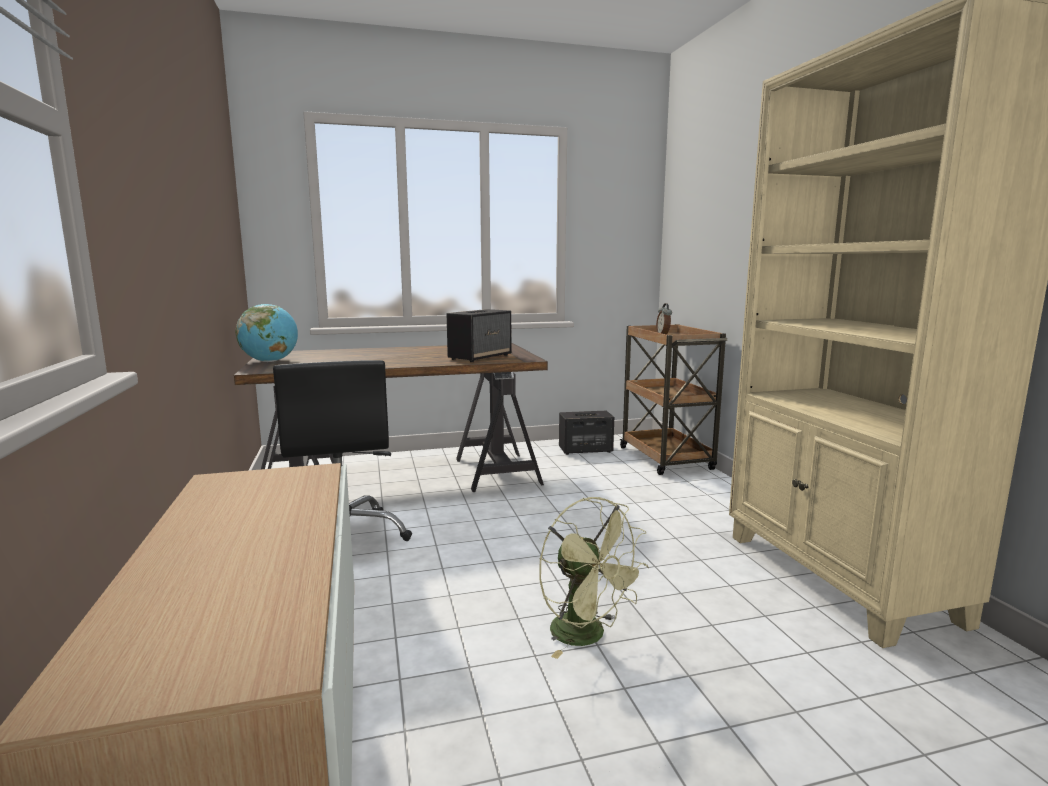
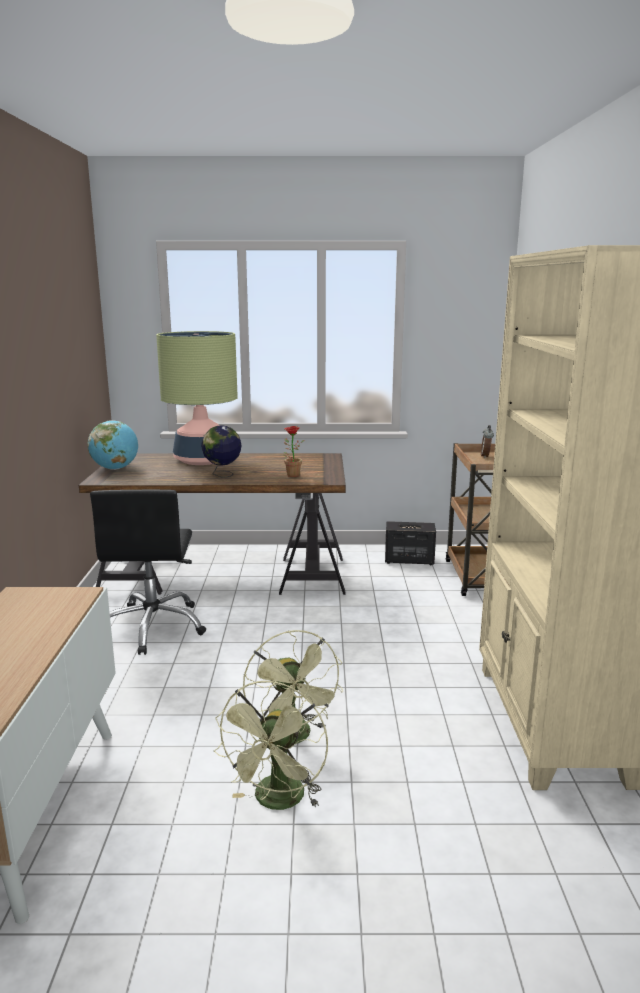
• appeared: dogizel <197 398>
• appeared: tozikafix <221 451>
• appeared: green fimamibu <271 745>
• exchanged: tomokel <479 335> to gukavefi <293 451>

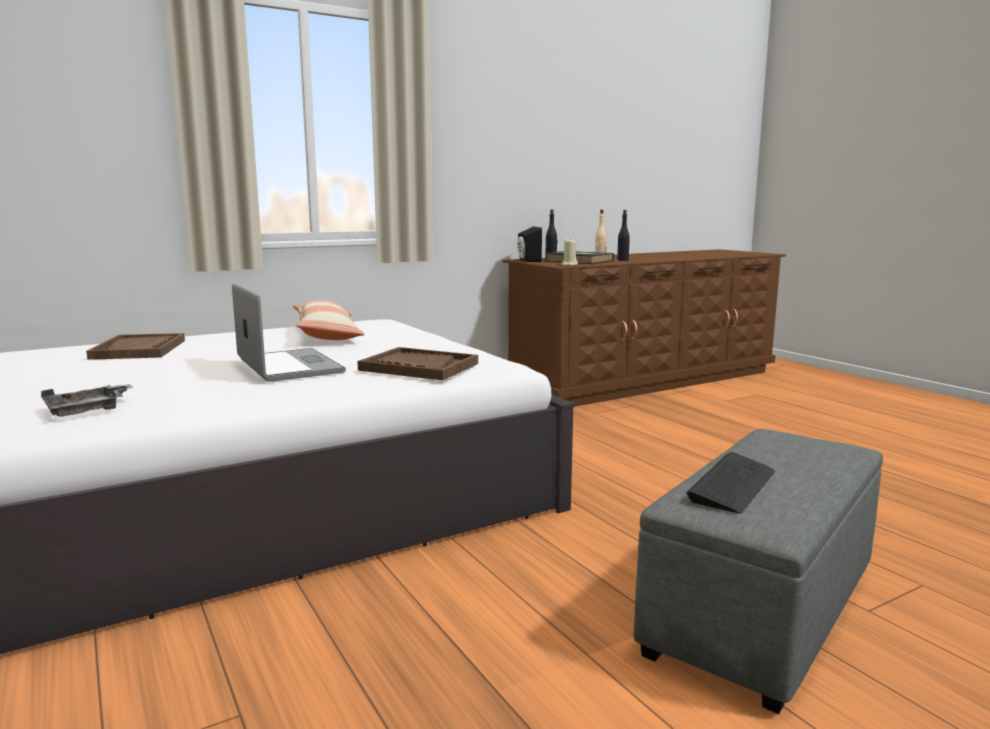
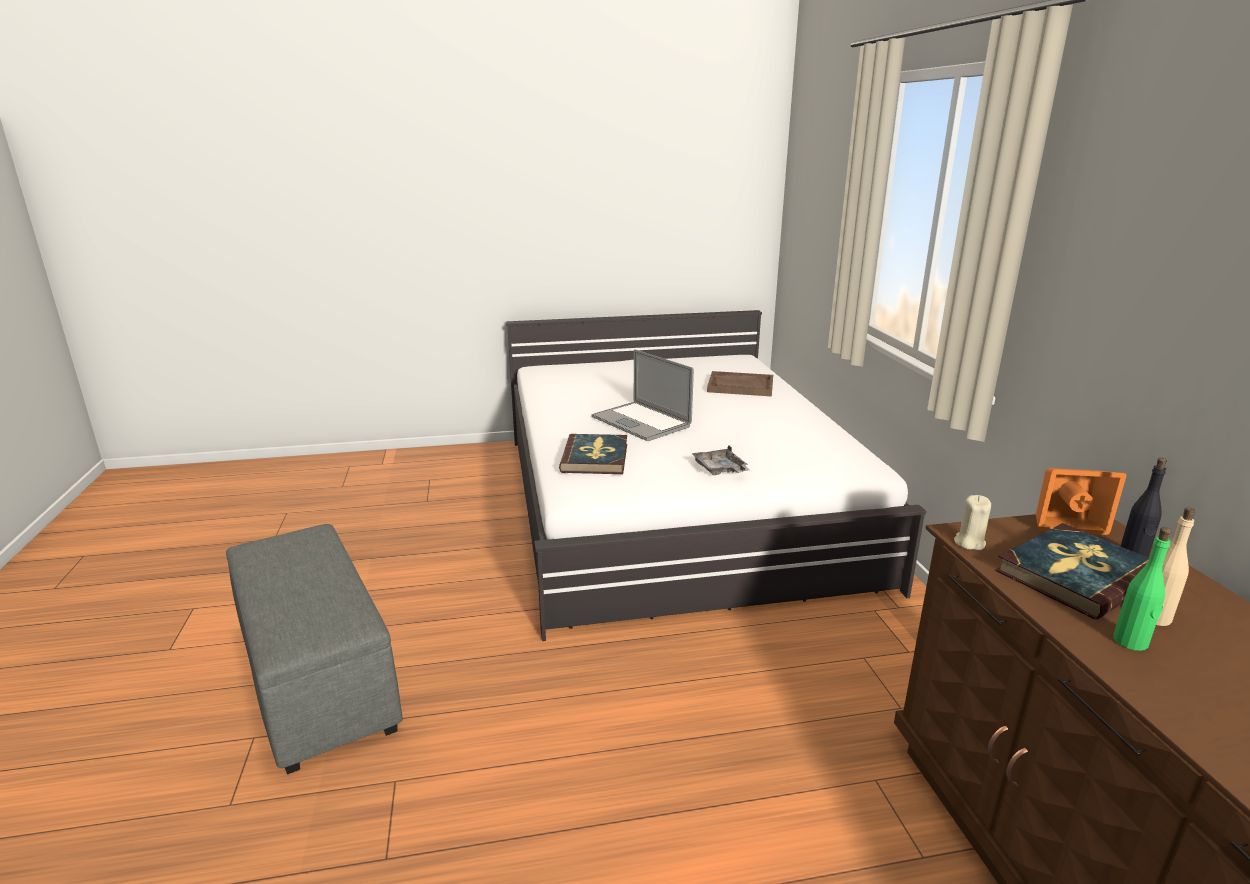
• exchanged: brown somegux <418 363> to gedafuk <593 454>
• spun: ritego <289 332> = <642 395> 60 degrees clockwise
• relocated: grey somegux <87 400> to <720 460>
• colour: black tomokel <529 244> to orange tomokel <1081 501>
• colour: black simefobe <623 235> to green simefobe <1142 589>
• missing: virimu <329 320>
• missing: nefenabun <730 483>

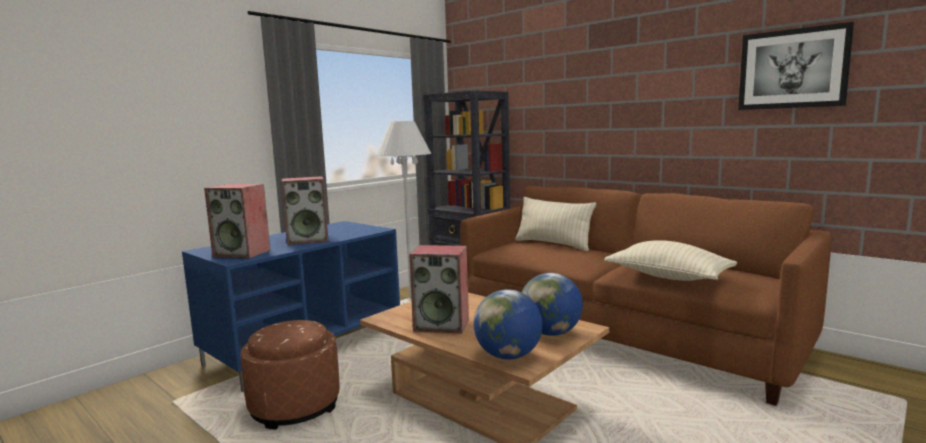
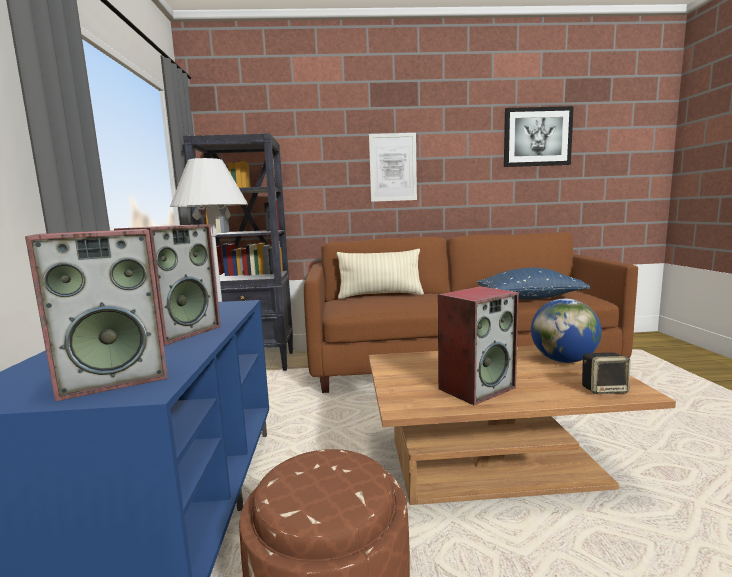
• appeared: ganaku <393 167>
• colour: beige virimu <670 260> to blue virimu <533 283>
• exchanged: tozikafix <508 324> to tomokel <606 373>

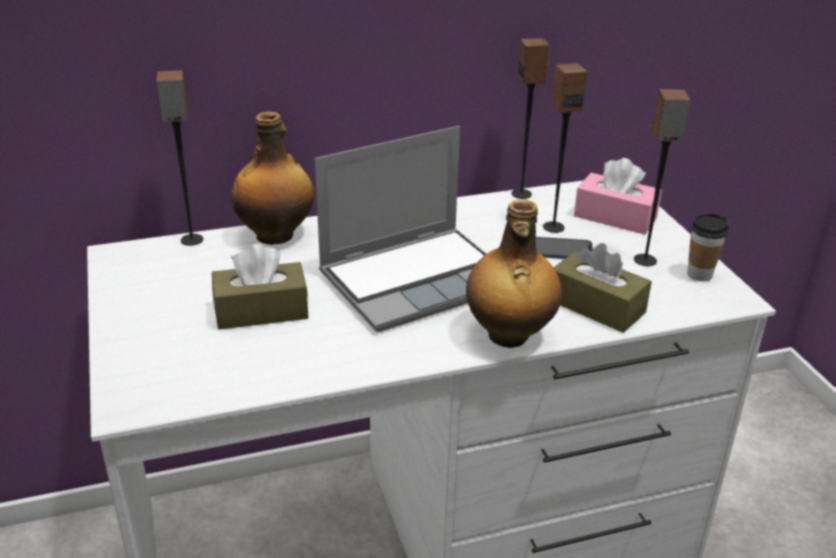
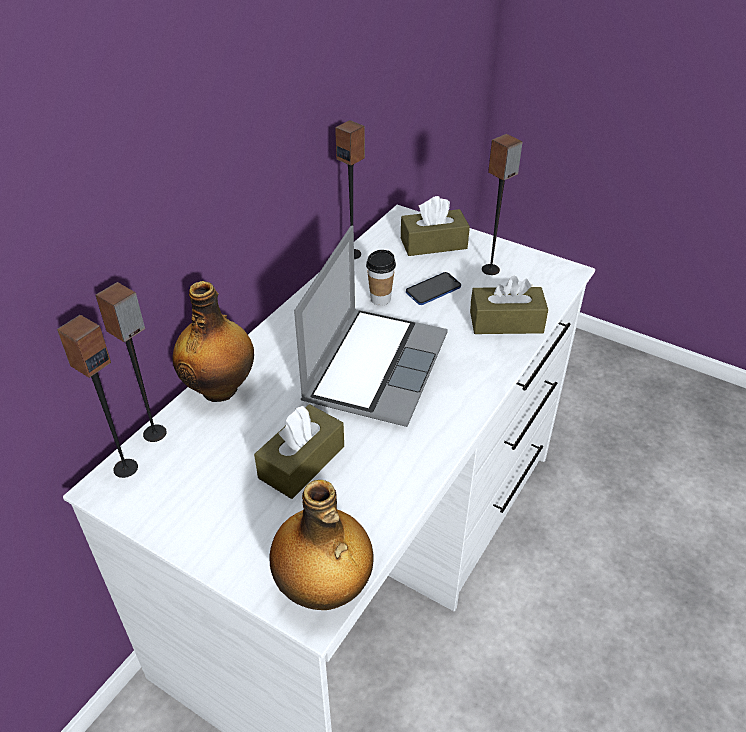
• relocated: tomokel <565 148> to <97 396>
• relocated: simefobe <514 274> to <322 545>
• relocated: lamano <708 247> to <381 278>
• colour: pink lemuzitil <618 196> to brown lemuzitil <435 226>

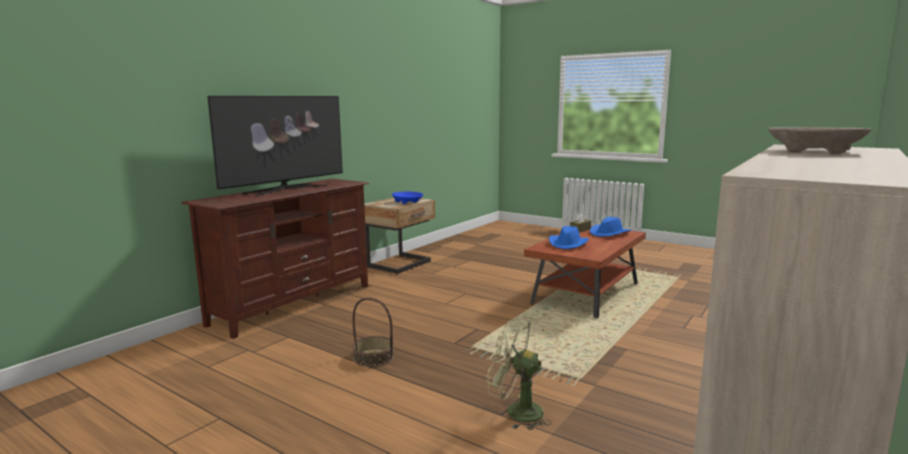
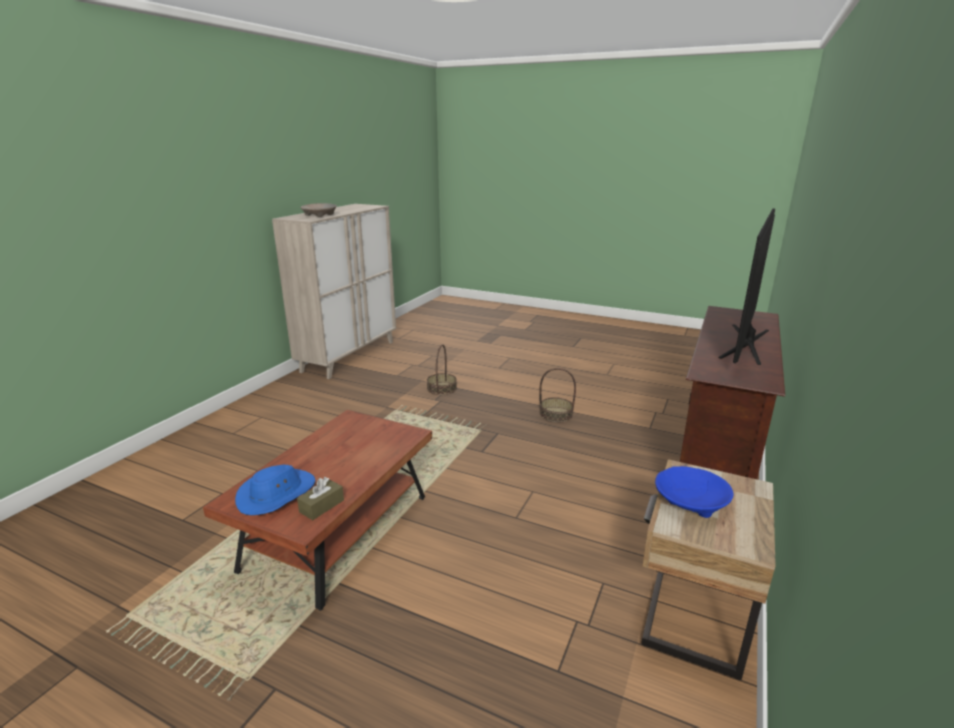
• exchanged: green fimamibu <519 374> to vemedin <442 369>
• missing: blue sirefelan <569 237>

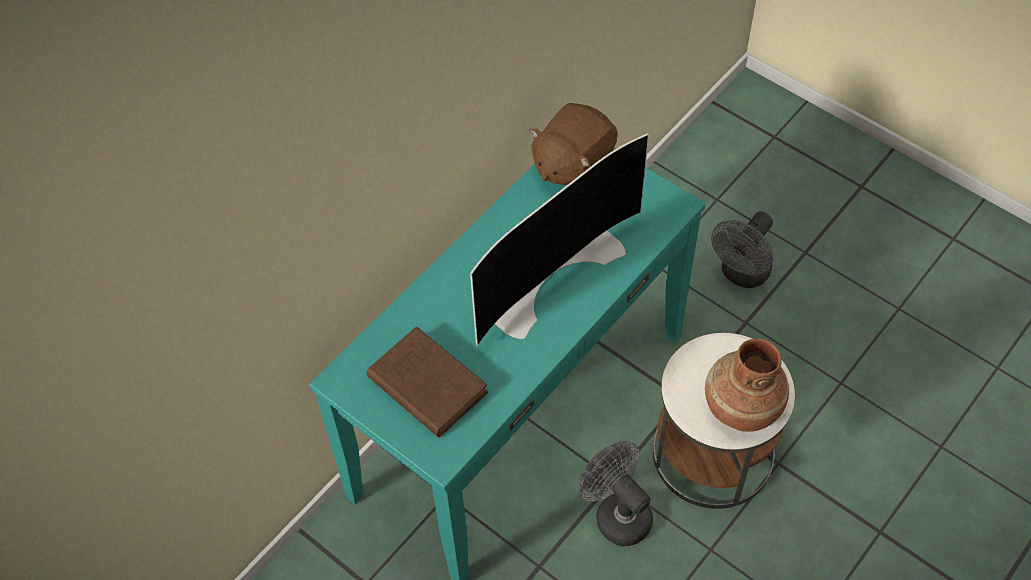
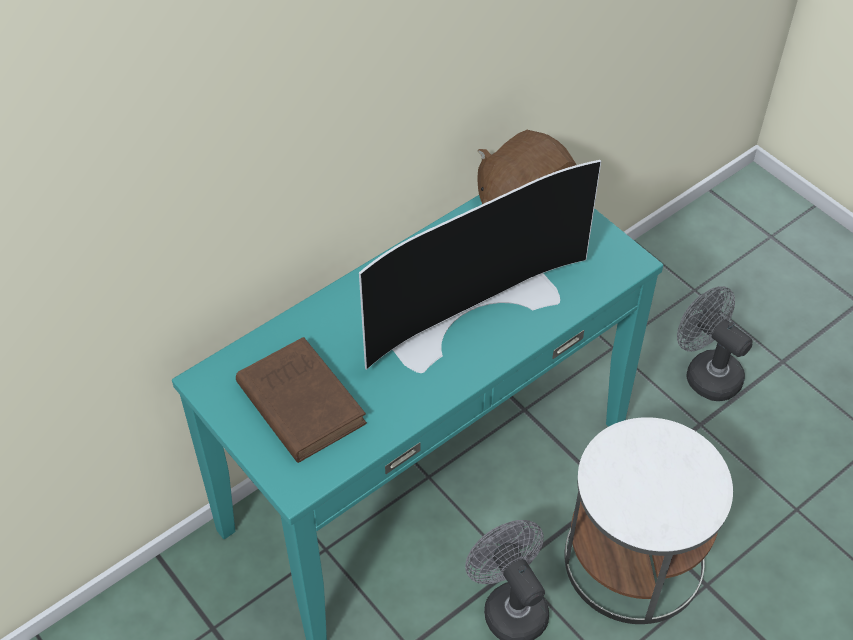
• spun: grey fimamibu <742 249> = <715 343> 90 degrees clockwise
• missing: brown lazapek <747 385>

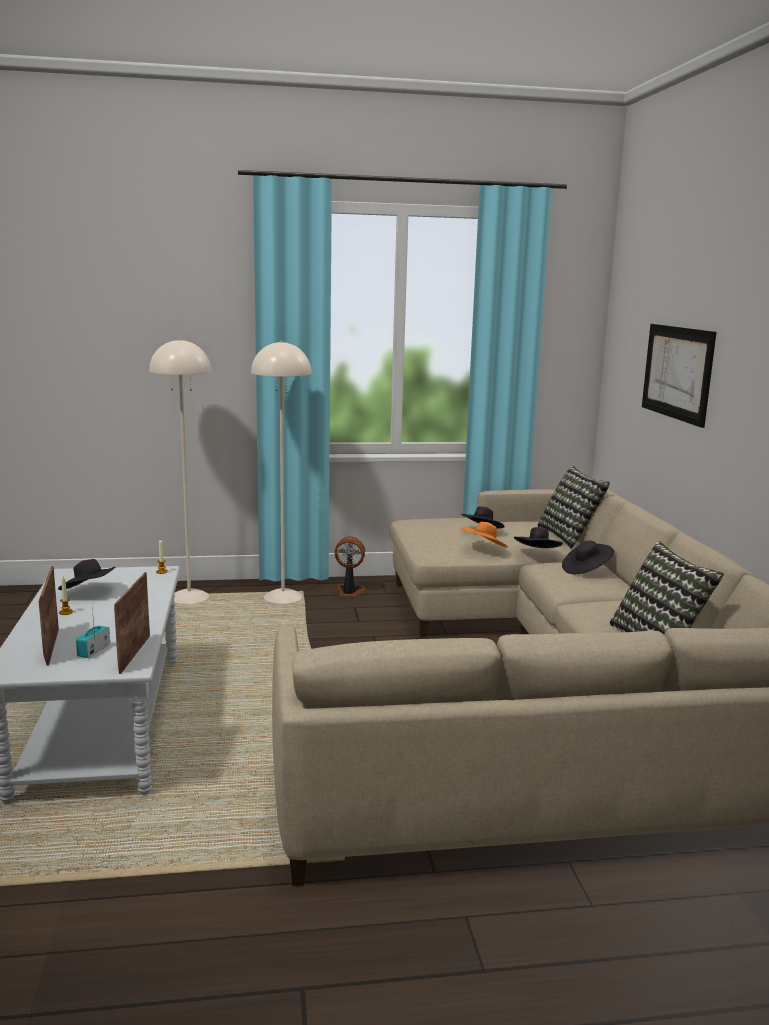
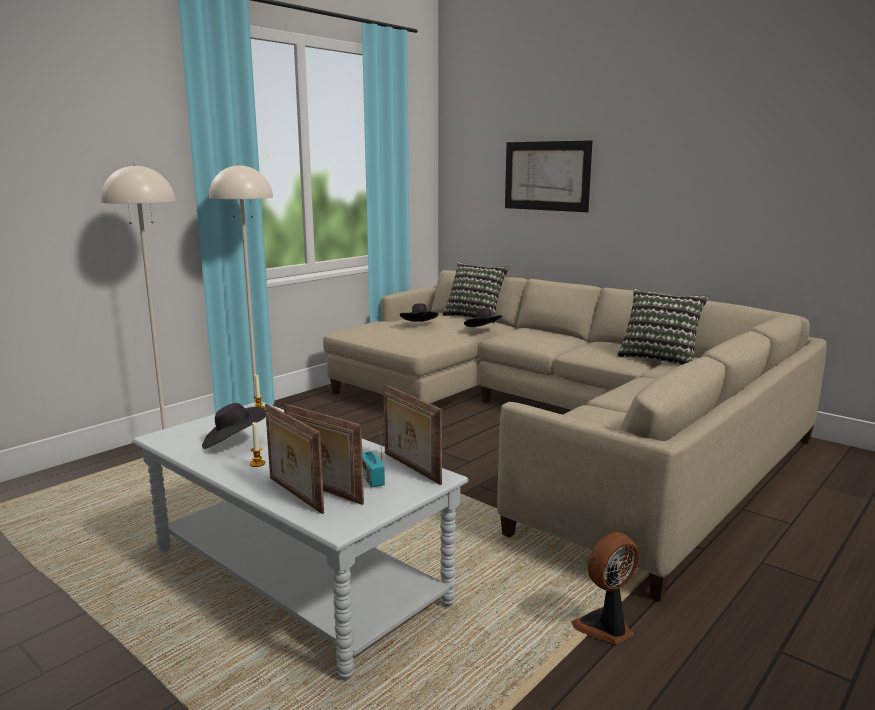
• appeared: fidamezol <294 459>
• relocated: fimamibu <351 567> to <605 588>
• missing: orange sirefelan <485 534>
• missing: black sirefelan <588 557>

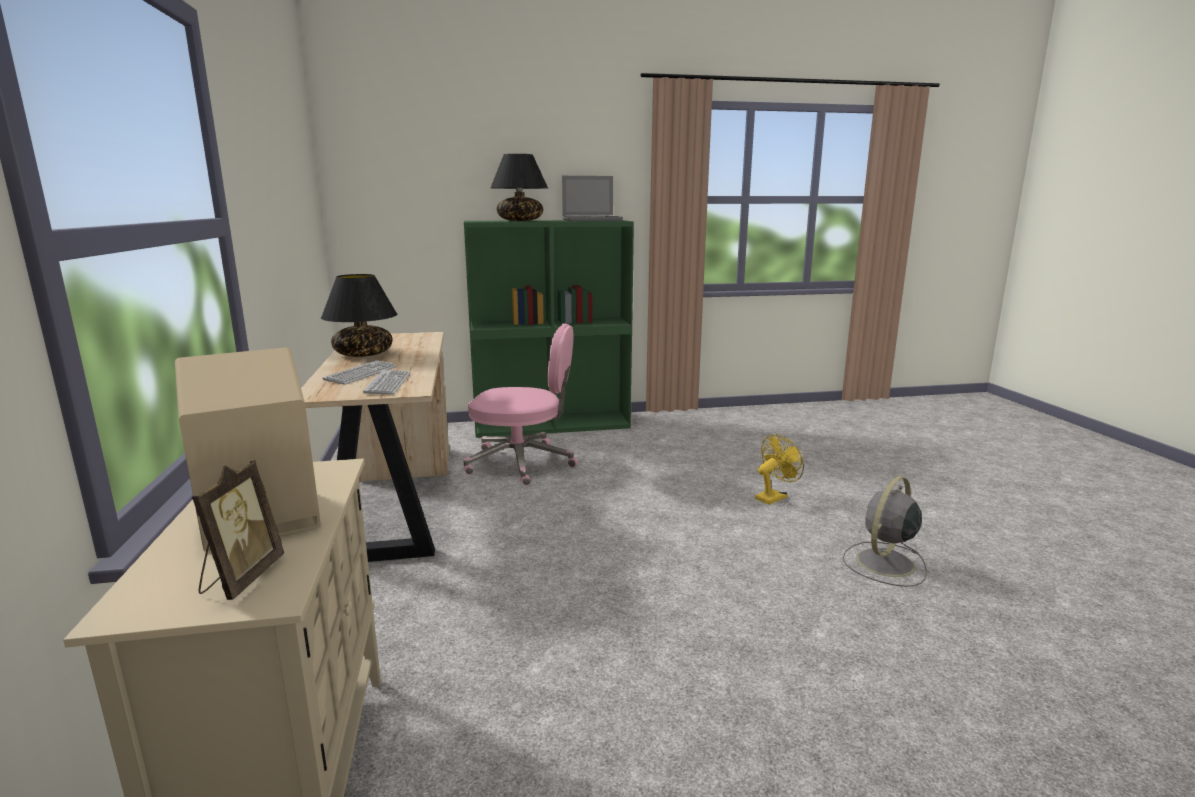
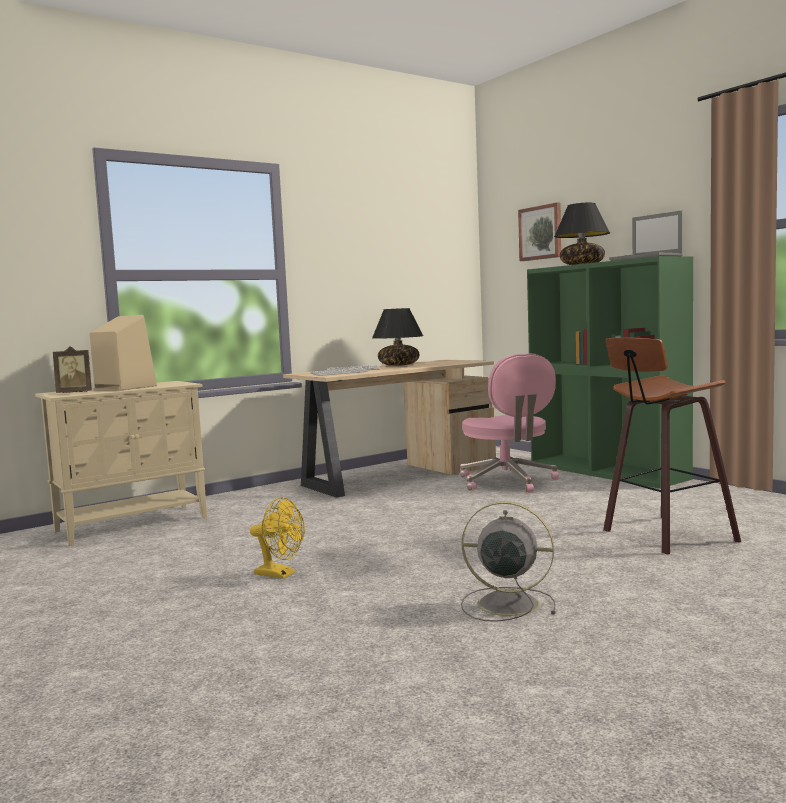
• relocated: yellow fimamibu <779 469> to <277 538>
• appeared: ganaku <539 231>
• appeared: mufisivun <672 446>

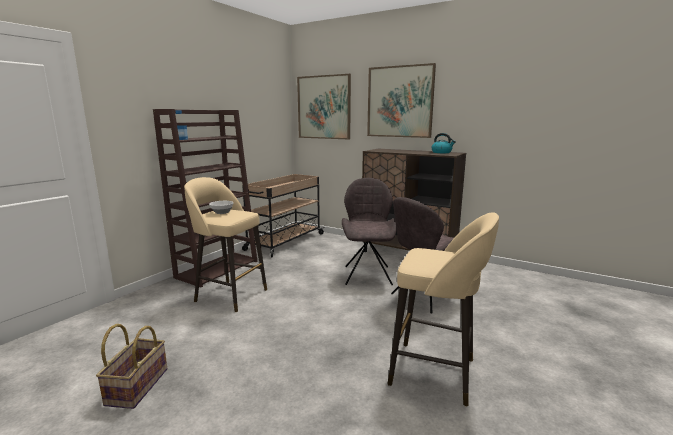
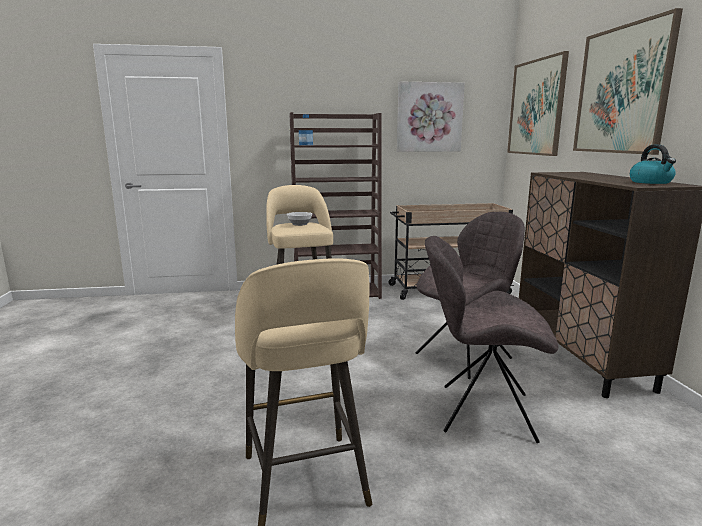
• appeared: ganaku <431 117>
• missing: vemedin <131 366>

